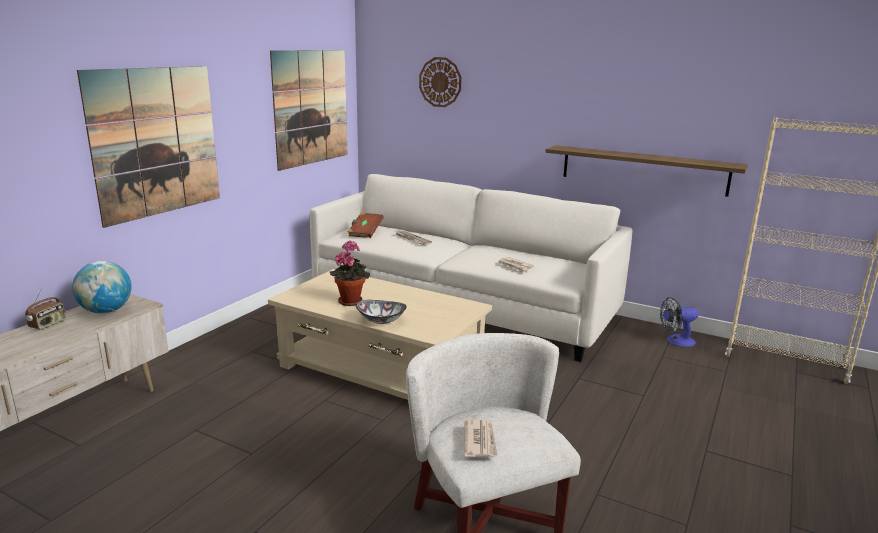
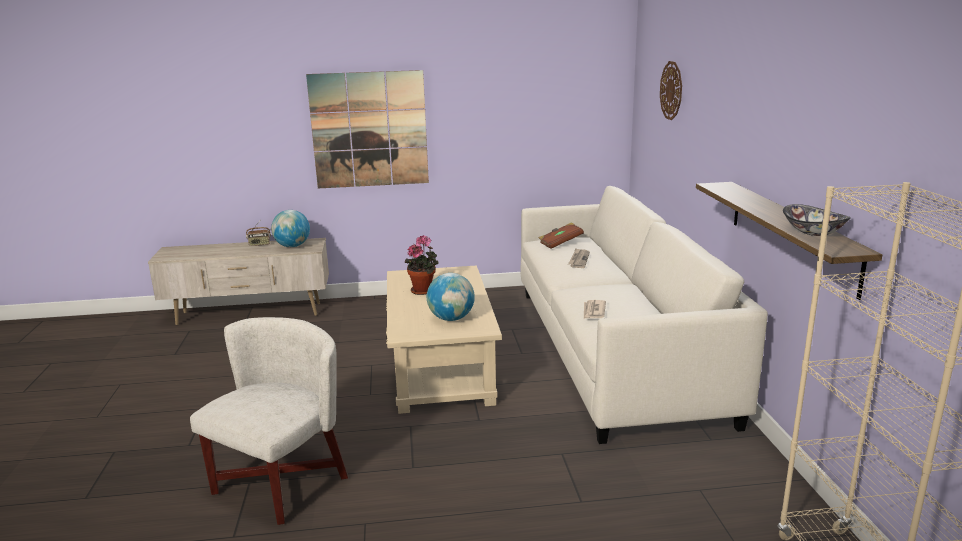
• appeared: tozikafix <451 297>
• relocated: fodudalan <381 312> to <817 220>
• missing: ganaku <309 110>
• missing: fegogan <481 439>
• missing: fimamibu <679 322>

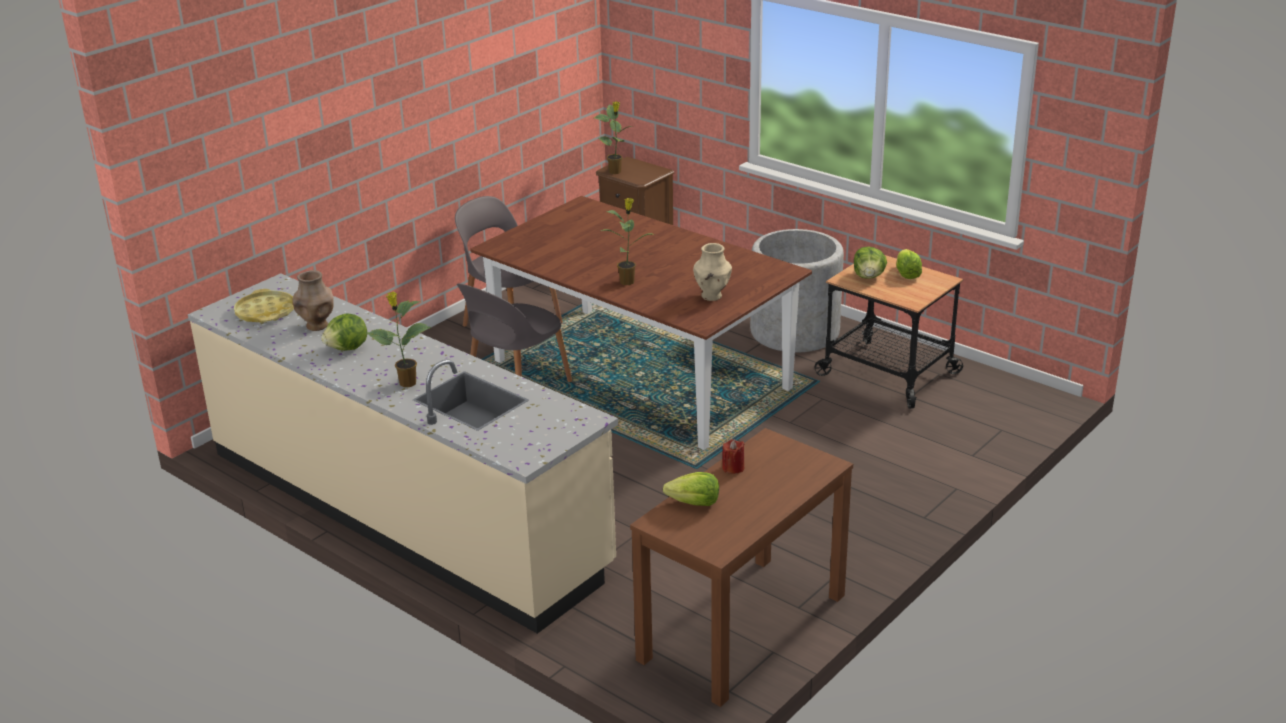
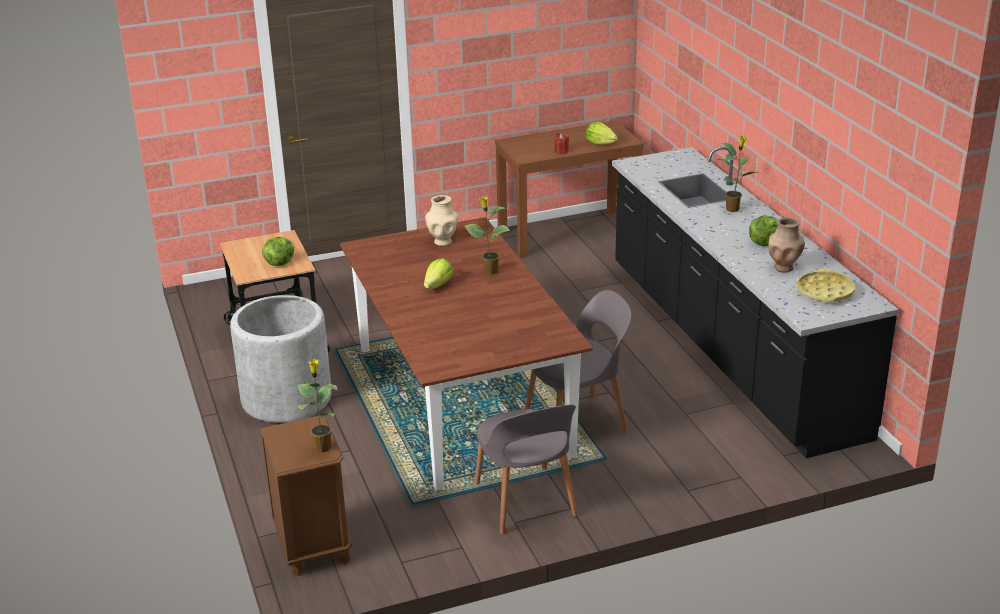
• relocated: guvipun <909 264> to <438 273>
• colour: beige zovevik <403 453> to black zovevik <755 302>

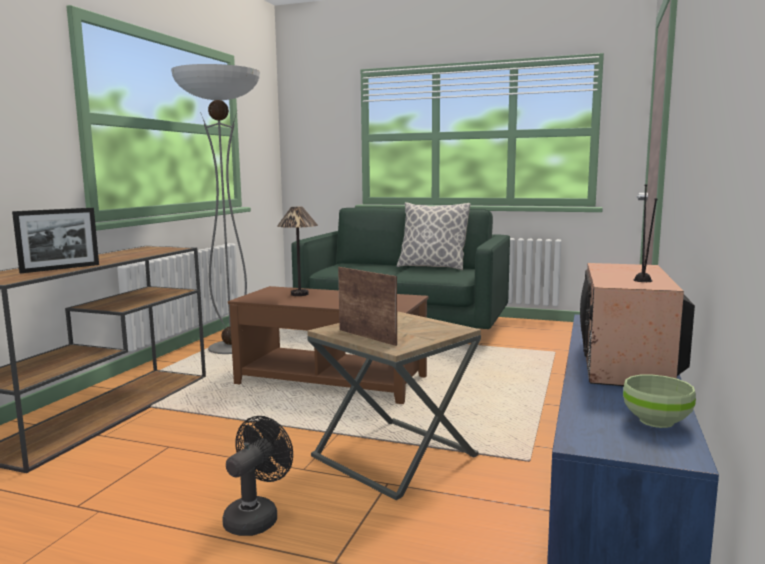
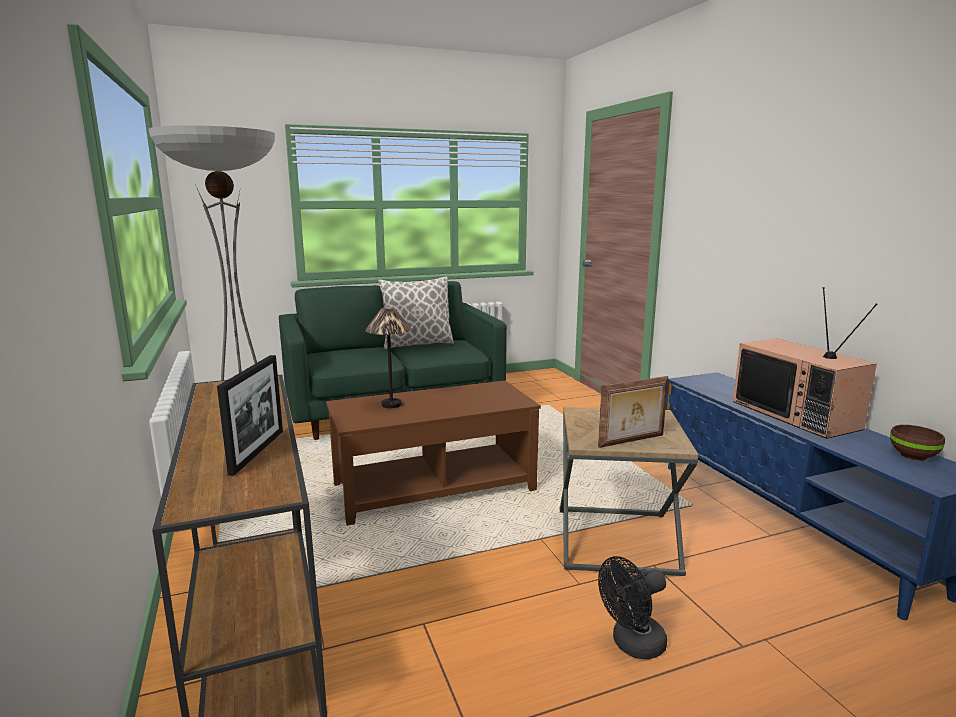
• spun: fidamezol <367 306> = <633 412> 150 degrees clockwise
• spun: black fimamibu <257 476> = <632 607> 105 degrees counterclockwise
• colour: green fodudalan <659 401> to brown fodudalan <917 443>

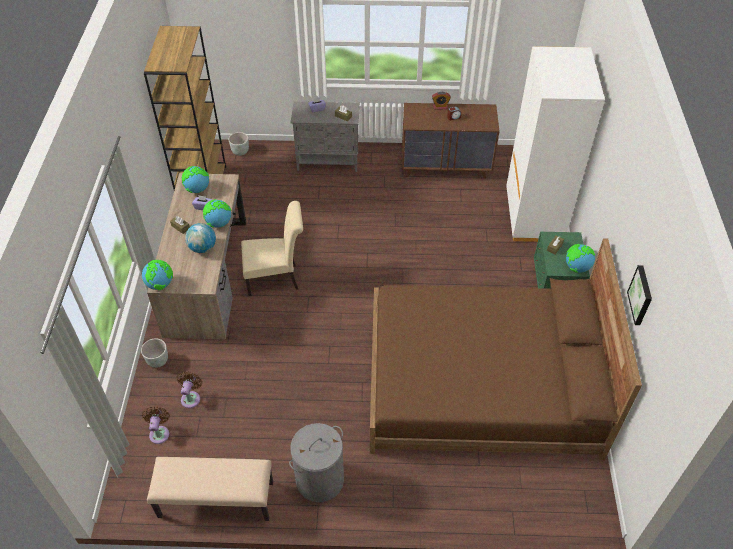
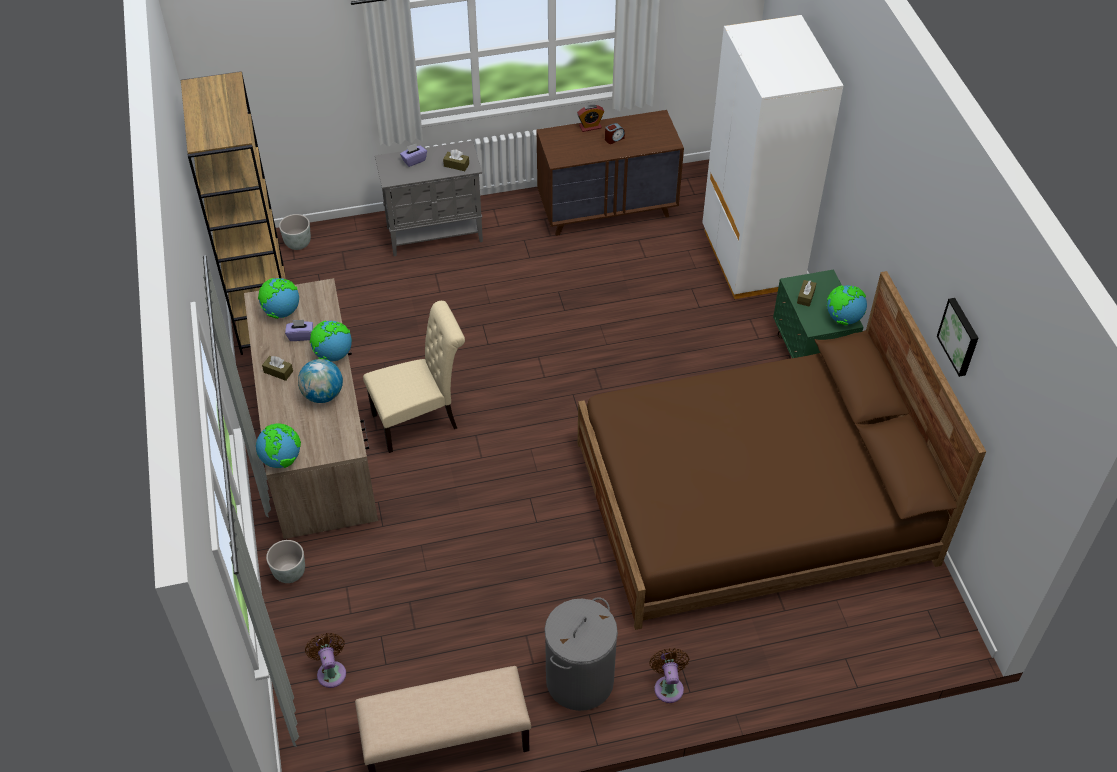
• relocated: brown fimamibu <189 389> to <669 675>

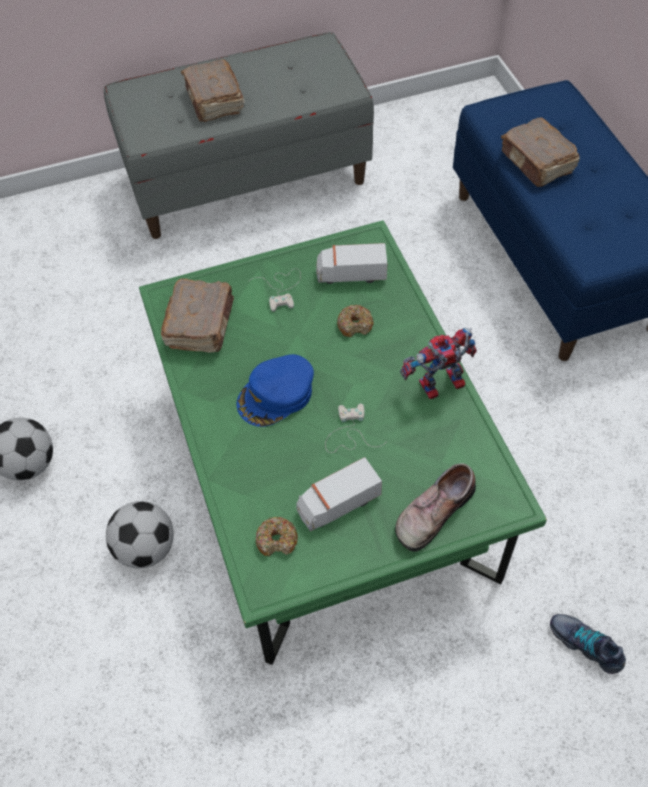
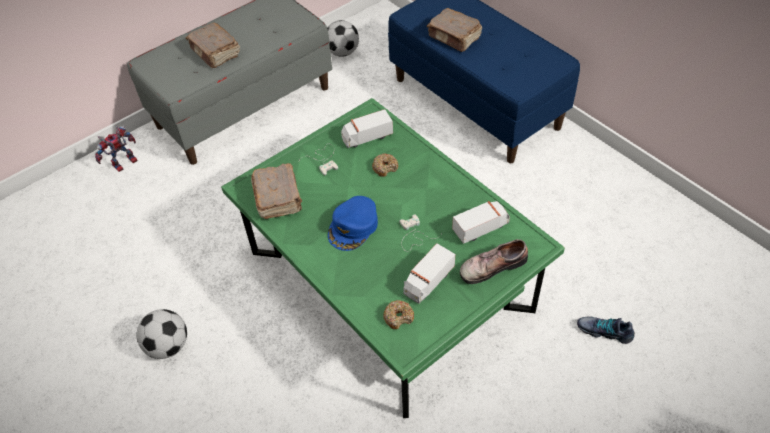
• relocated: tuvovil <438 363> to <116 149>
• relocated: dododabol <140 535> to <343 38>
• appeared: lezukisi <481 222>
• spun: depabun <435 507> = <494 261> 45 degrees clockwise

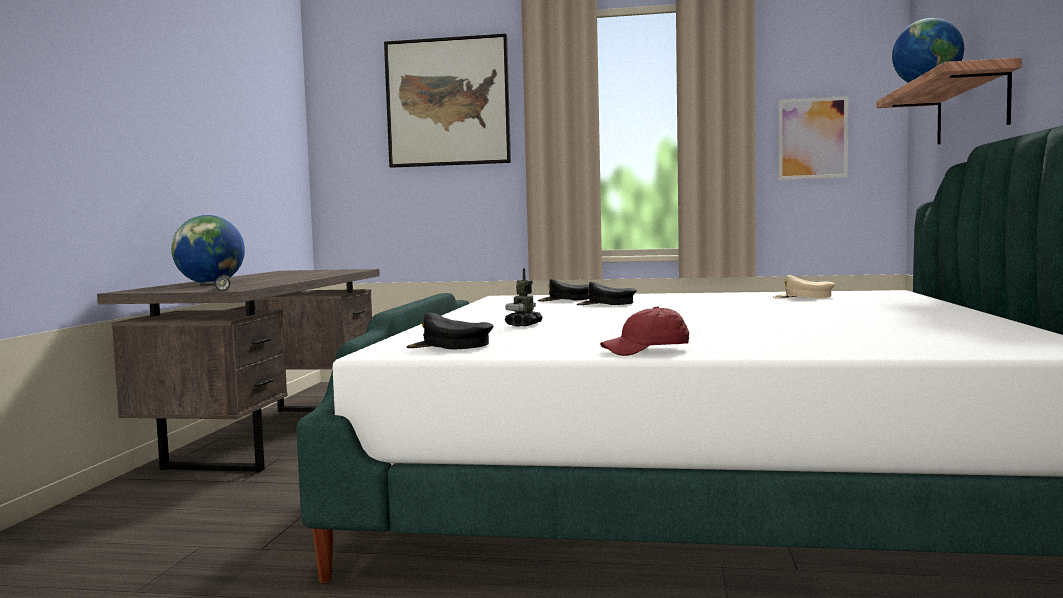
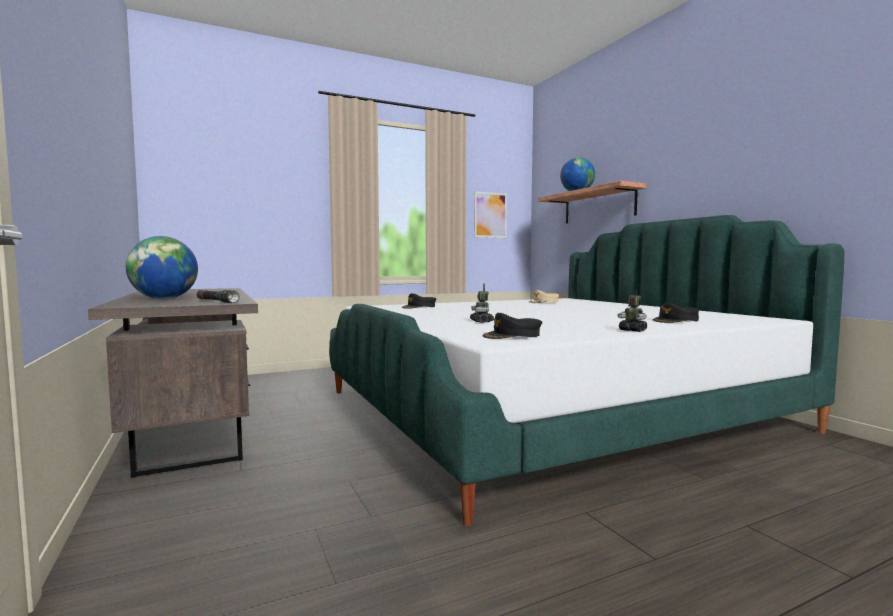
• exchanged: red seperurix <644 331> to tuvovil <632 309>
• relocated: black seperurix <606 293> to <676 313>
• missing: ganaku <447 101>

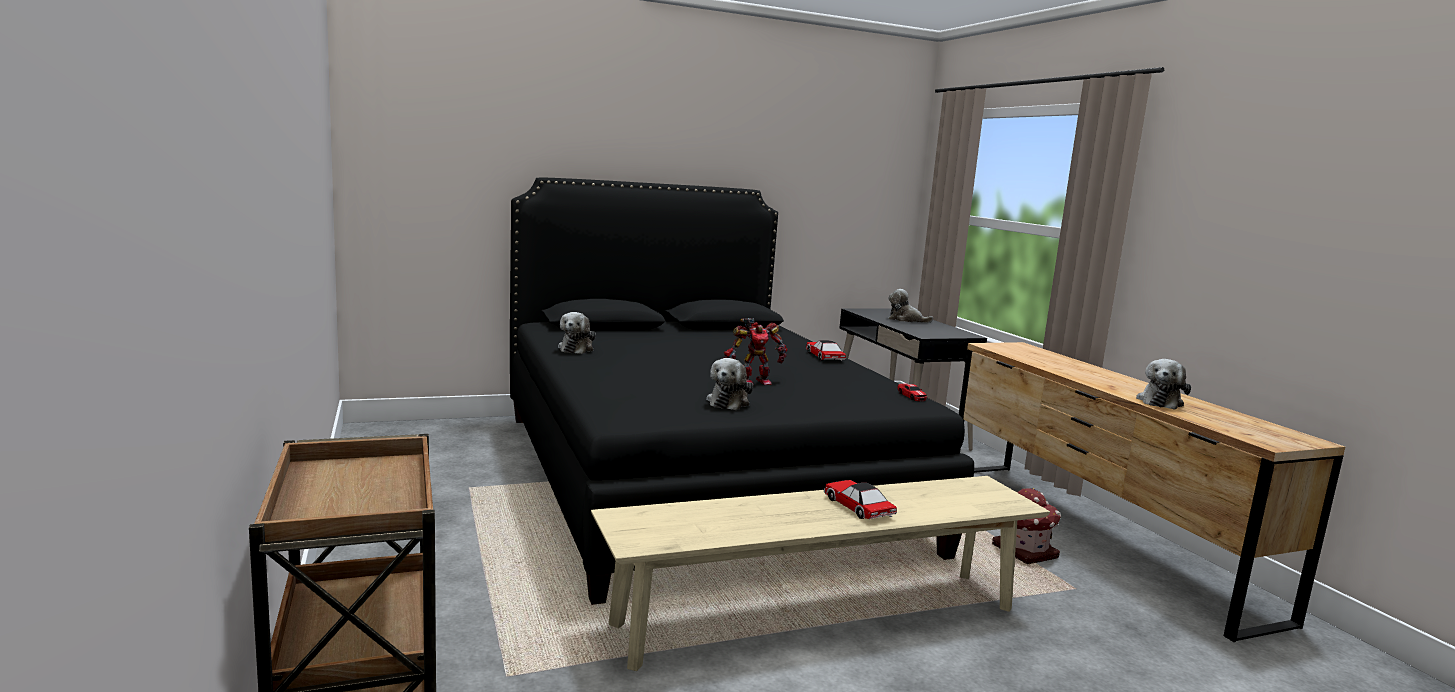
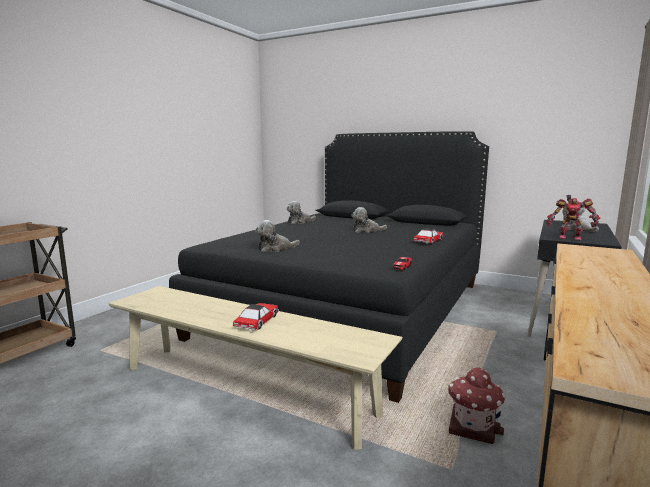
• relocated: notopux <1163 384> to <369 220>
• relocated: tuvovil <755 351> to <573 217>

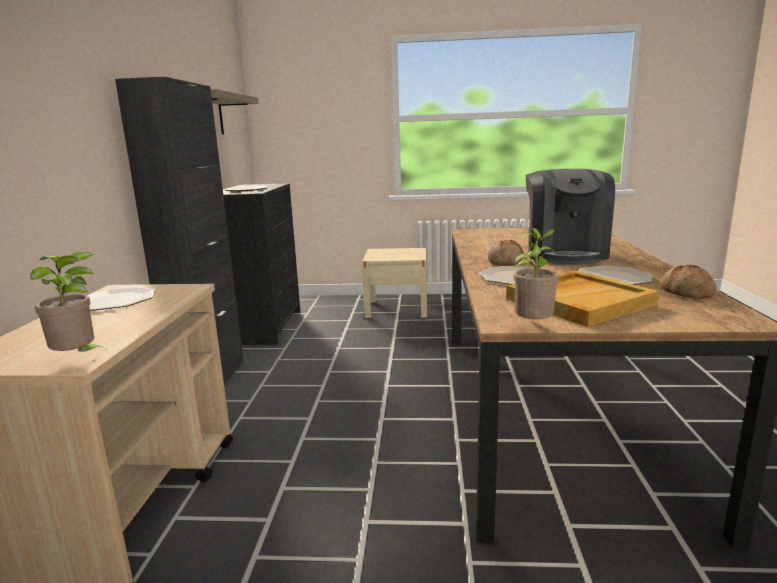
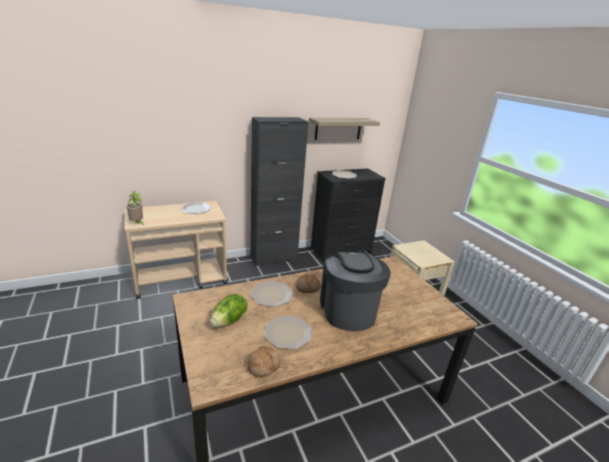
• exchanged: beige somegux <583 298> to guvipun <229 310>
• spun: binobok <570 217> = <355 291> 105 degrees clockwise
• missing: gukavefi <537 274>

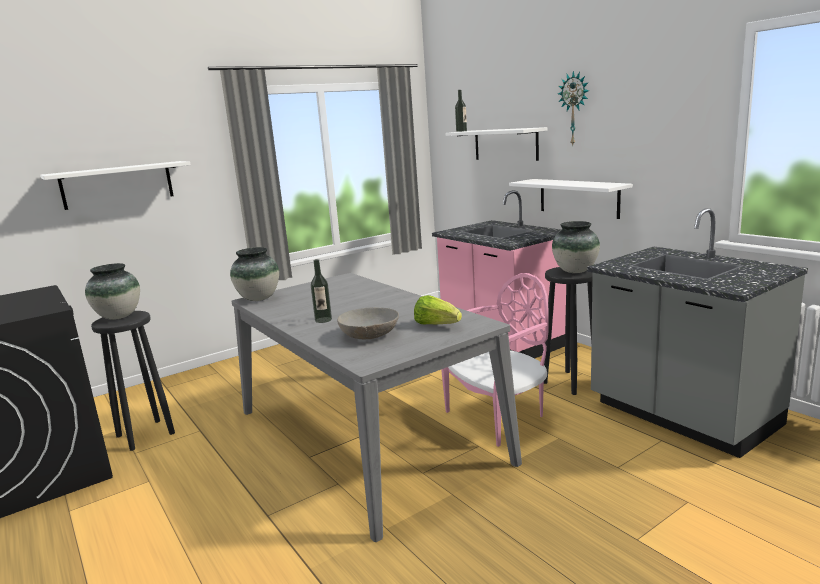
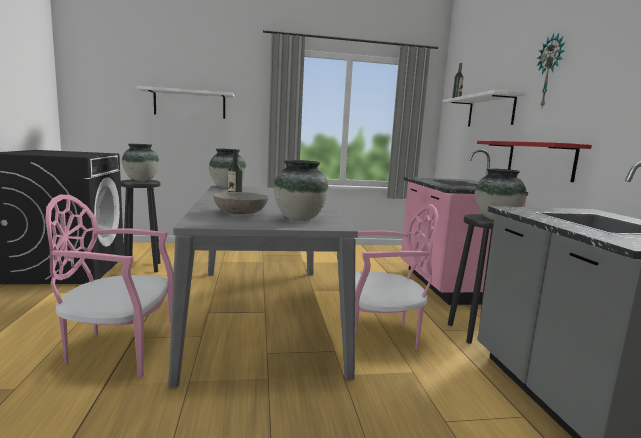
• appeared: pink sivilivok <109 286>
• exchanged: guvipun <438 309> to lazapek <301 190>
• colour: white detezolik <571 199> to red detezolik <534 161>

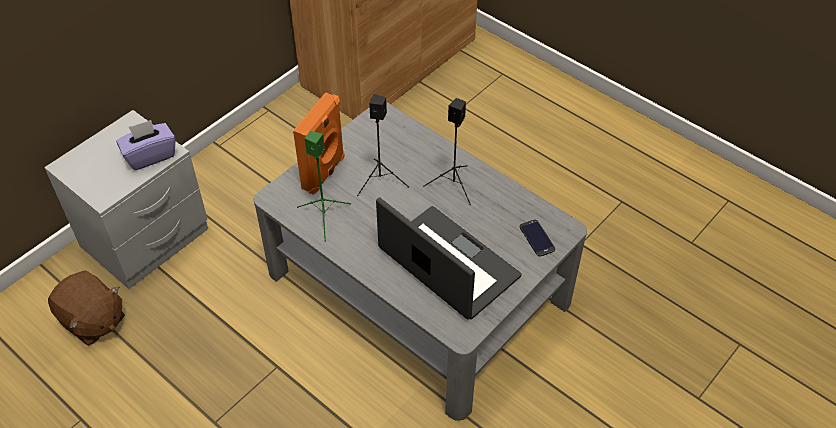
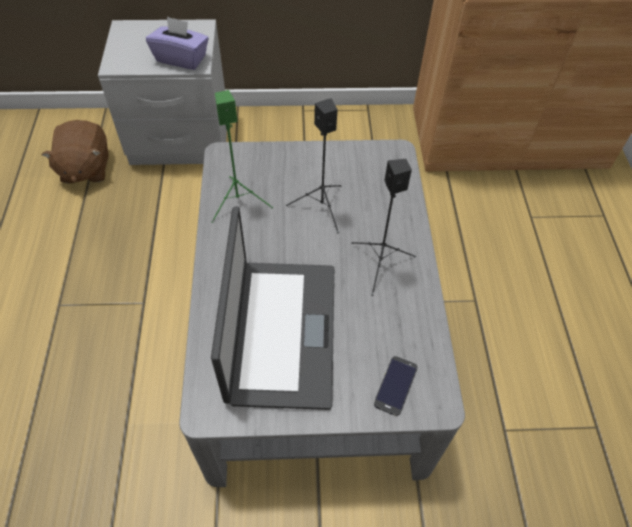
• missing: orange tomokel <319 143>

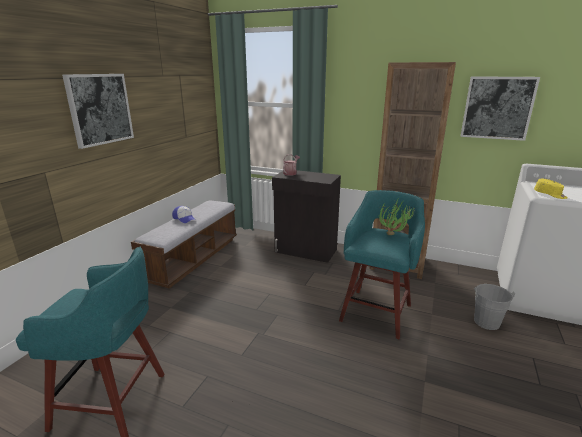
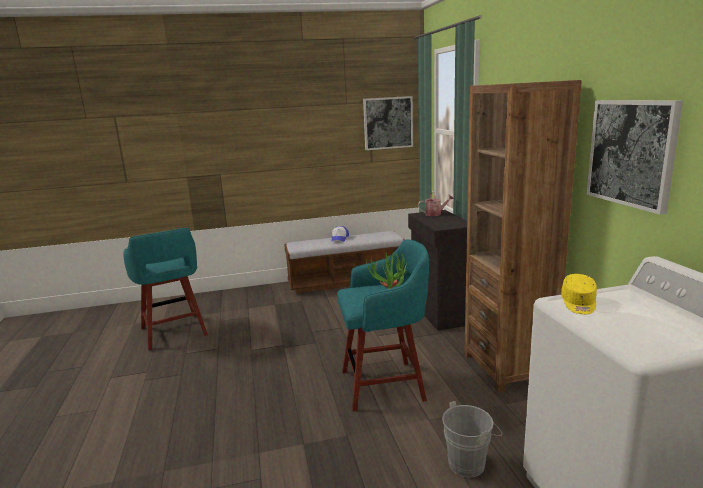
• relocated: ganaku <98 111> to <388 123>

